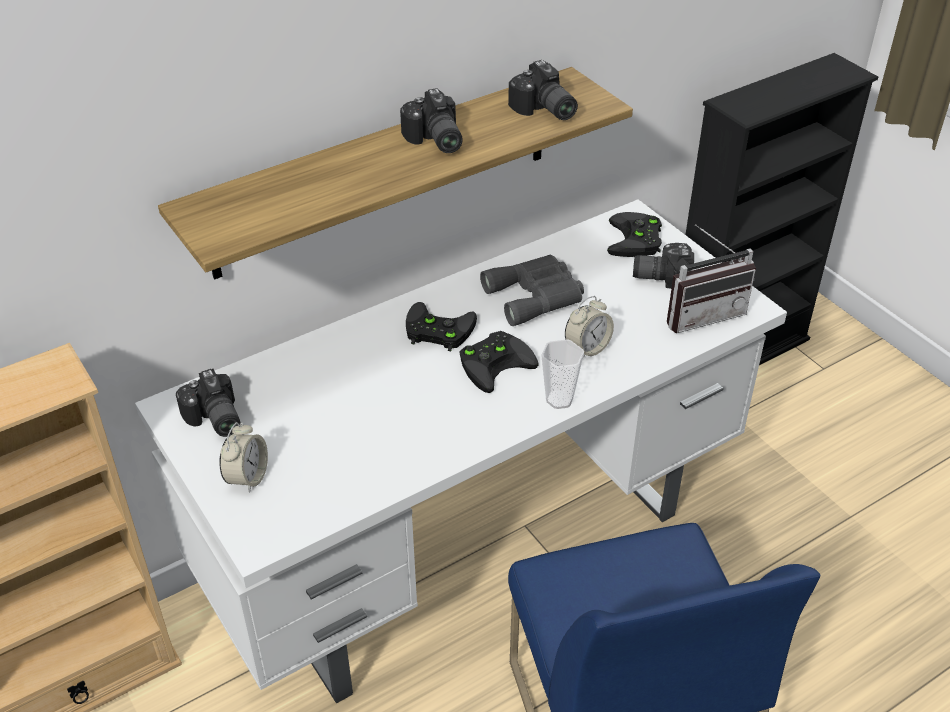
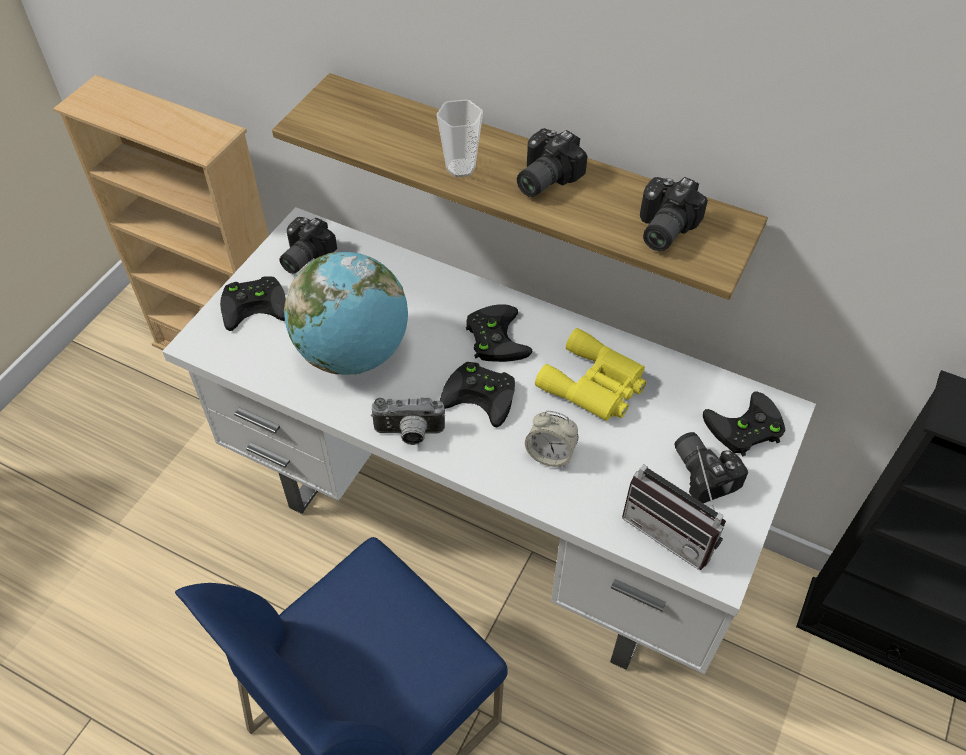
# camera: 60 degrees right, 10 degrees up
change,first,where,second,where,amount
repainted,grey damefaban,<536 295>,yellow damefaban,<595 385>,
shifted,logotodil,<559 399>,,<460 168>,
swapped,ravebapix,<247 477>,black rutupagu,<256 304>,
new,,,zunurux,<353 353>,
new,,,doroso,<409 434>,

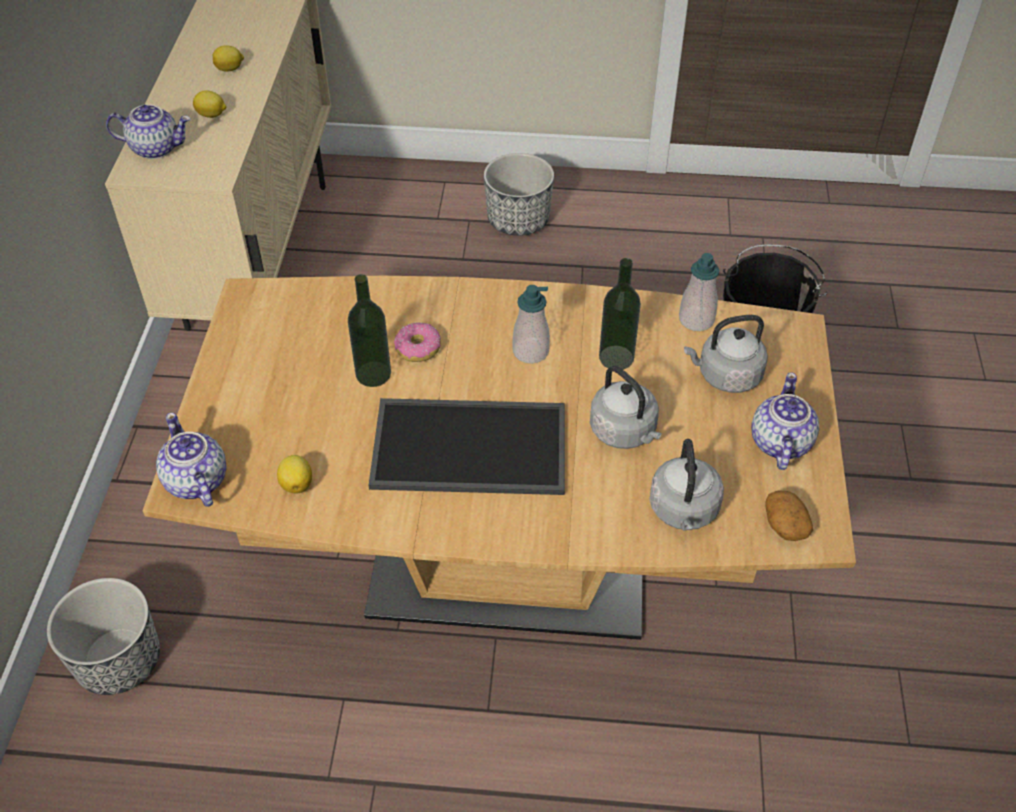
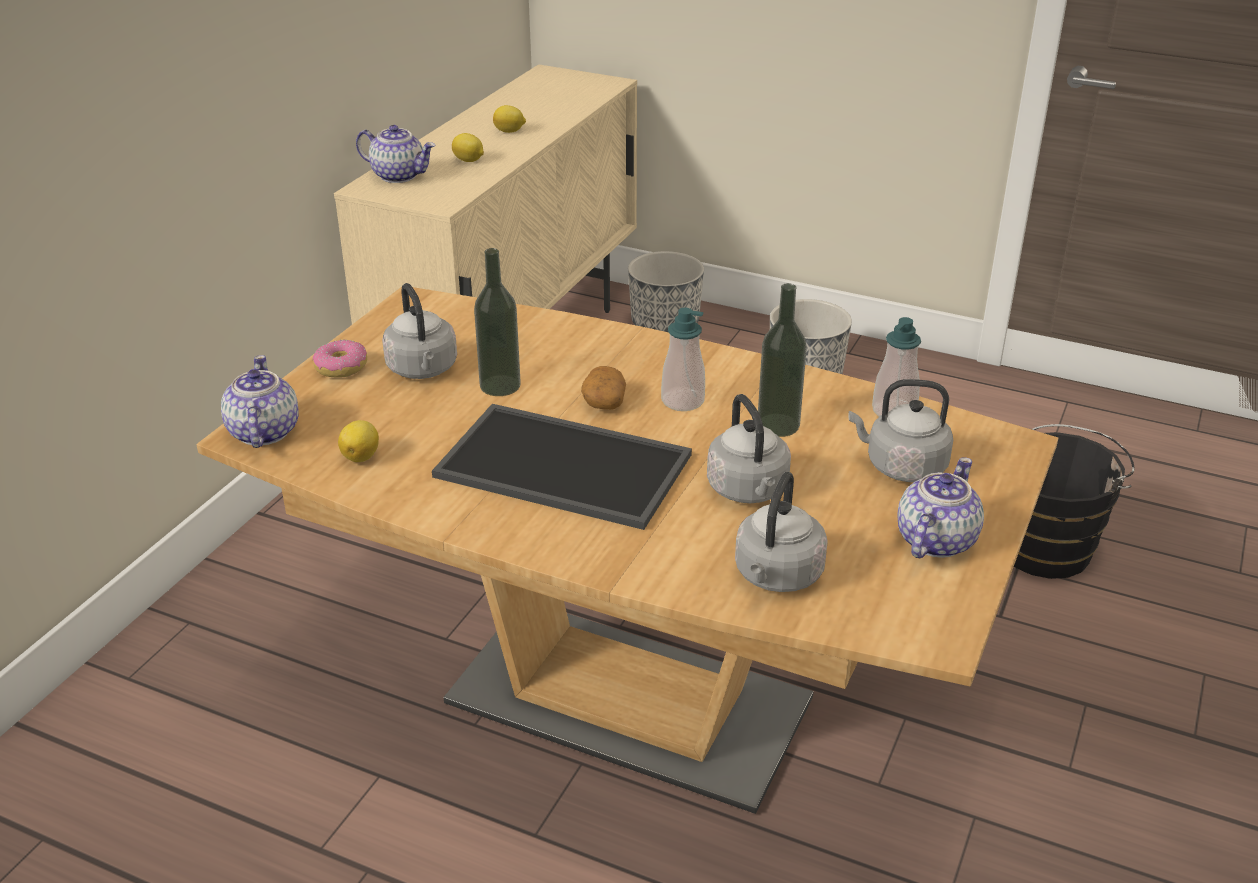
# camera: 20 degrees right, 15 degrees down
change,first,where,second,where,amount
shifted,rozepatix,<418 348>,,<341 367>,
shifted,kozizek,<784 524>,,<603 401>,
shifted,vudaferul,<118 660>,,<664 324>,
new,,,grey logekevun,<423 370>,

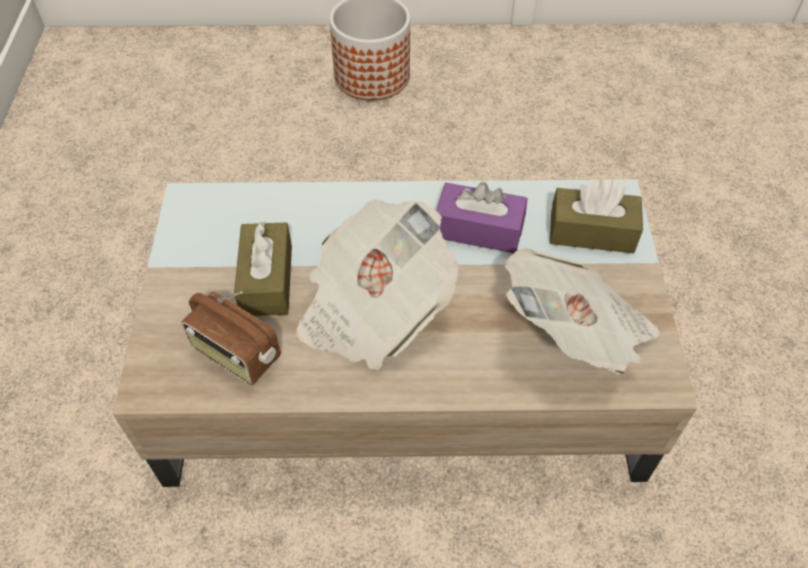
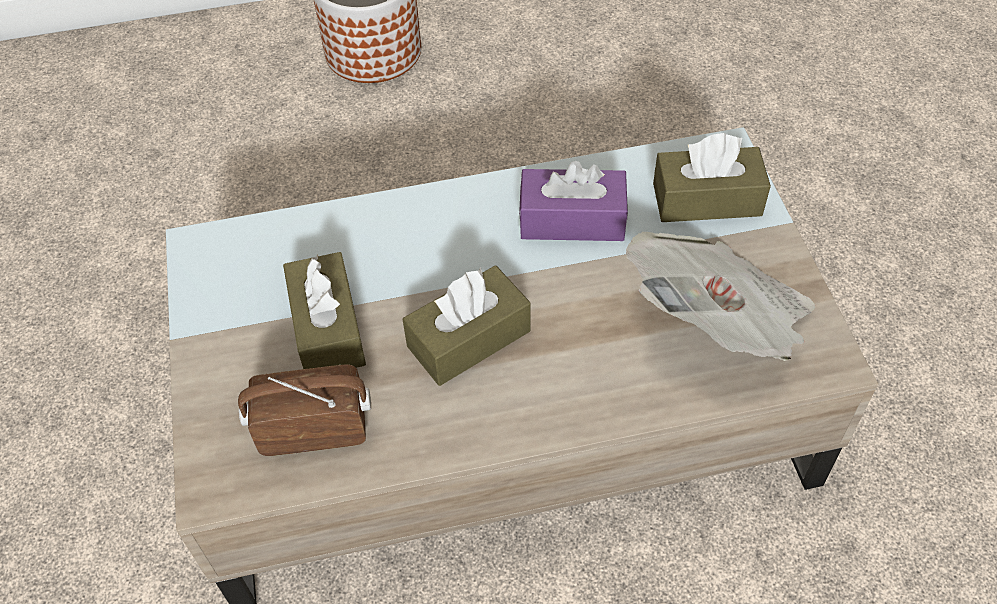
# camera: 10 degrees left, 0 degrees up
change,first,where,second,where,amount
swapped,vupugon,<373 308>,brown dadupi,<469 339>,
rotated,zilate,<235 355>,,<313 427>,150 degrees clockwise

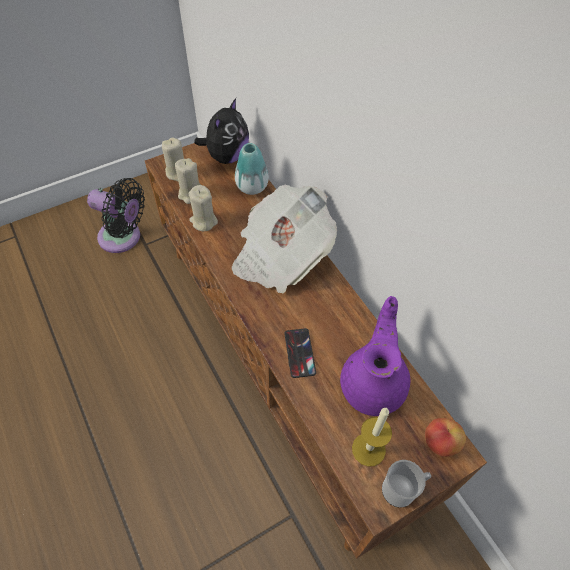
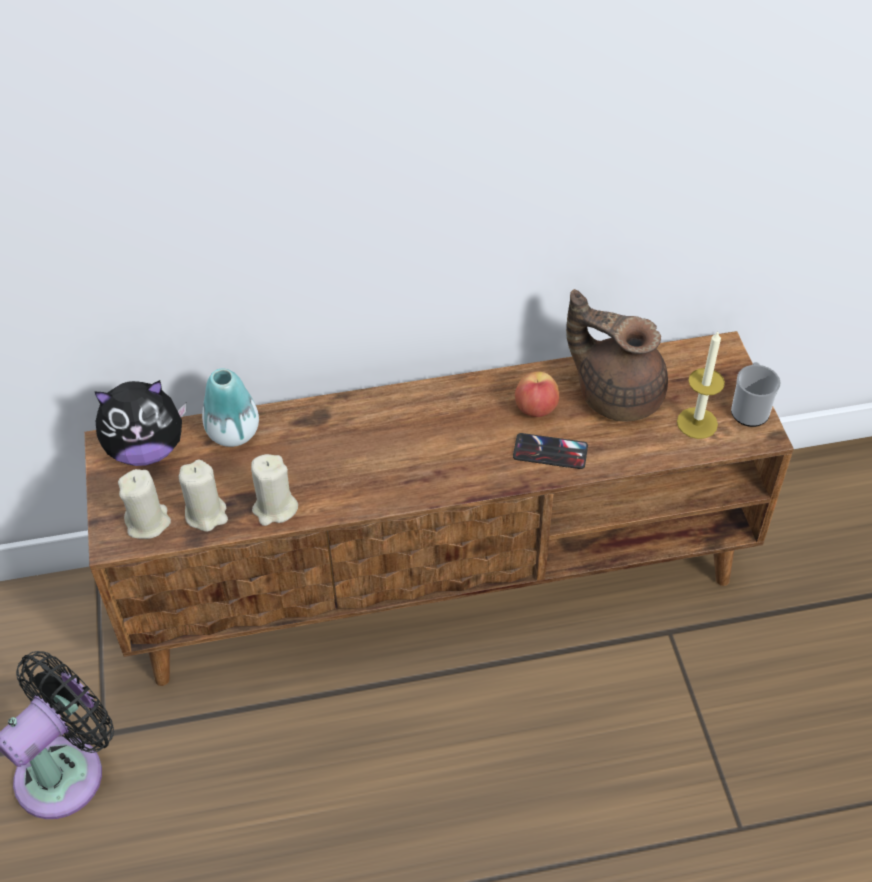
# camera: 70 degrees left, 5 degrees down
change,first,where,second,where,amount
rotated,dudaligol,<226 156>,,<146 449>,120 degrees clockwise
gone,vupugon,<280 255>,,,
repainted,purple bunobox,<374 383>,brown bunobox,<616 393>,
shifted,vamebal,<440 443>,,<536 409>,

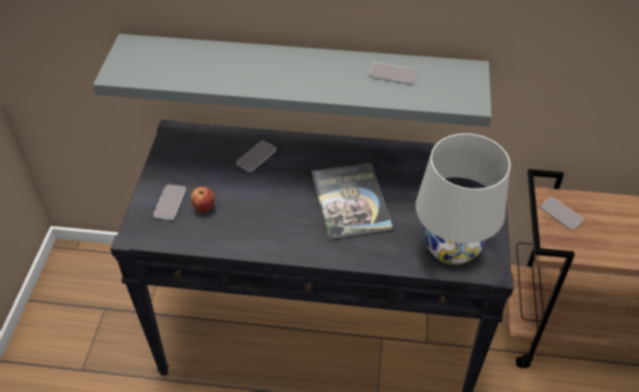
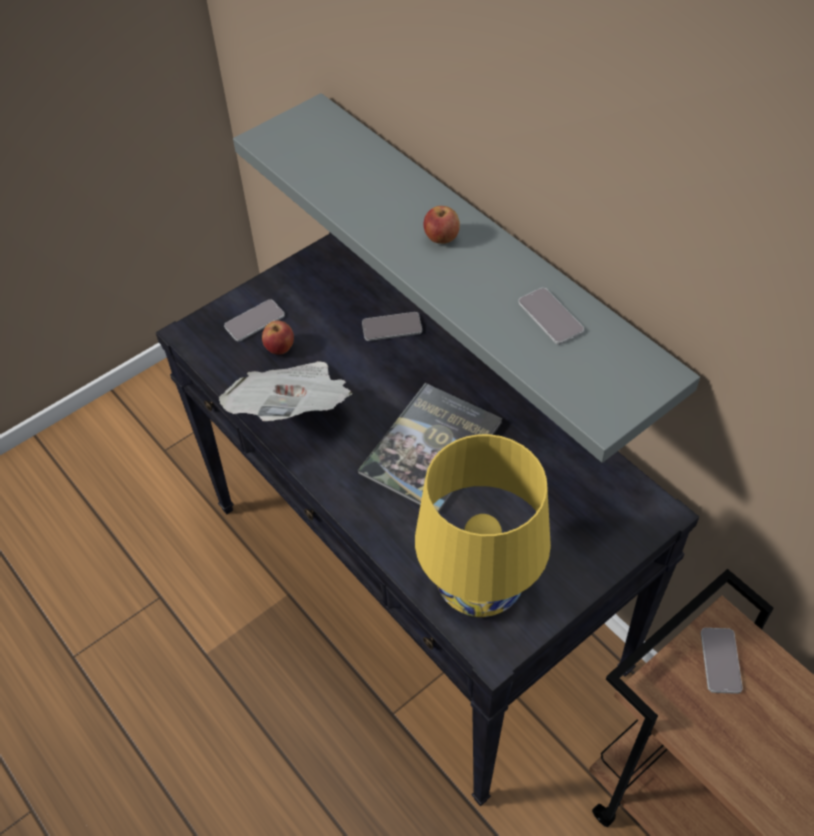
# camera: 45 degrees right, 5 degrees up
change,first,where,second,where,amount
repainted,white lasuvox,<451 248>,yellow lasuvox,<478 587>,
new,,,vamebal,<441 238>,
new,,,vupugon,<293 411>,

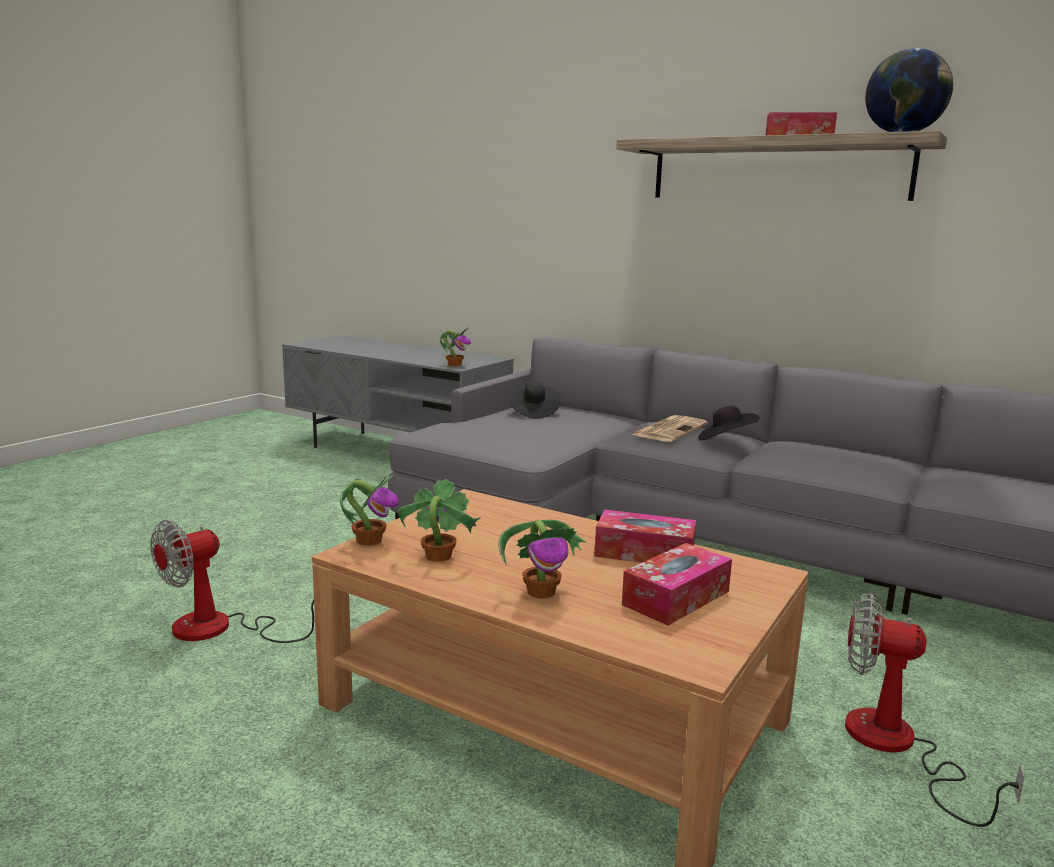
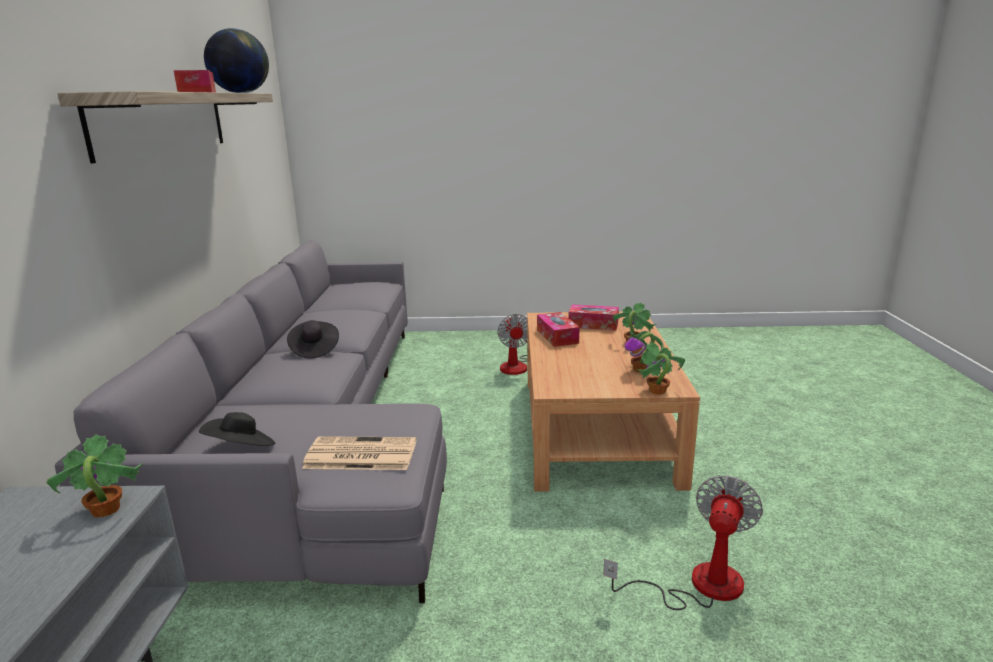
# camera: 120 degrees left, 5 degrees up
change,first,where,second,where,amount
shifted,vupugon,<670 429>,,<359 455>,
rotated,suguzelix,<221 629>,,<698 585>,75 degrees counterclockwise

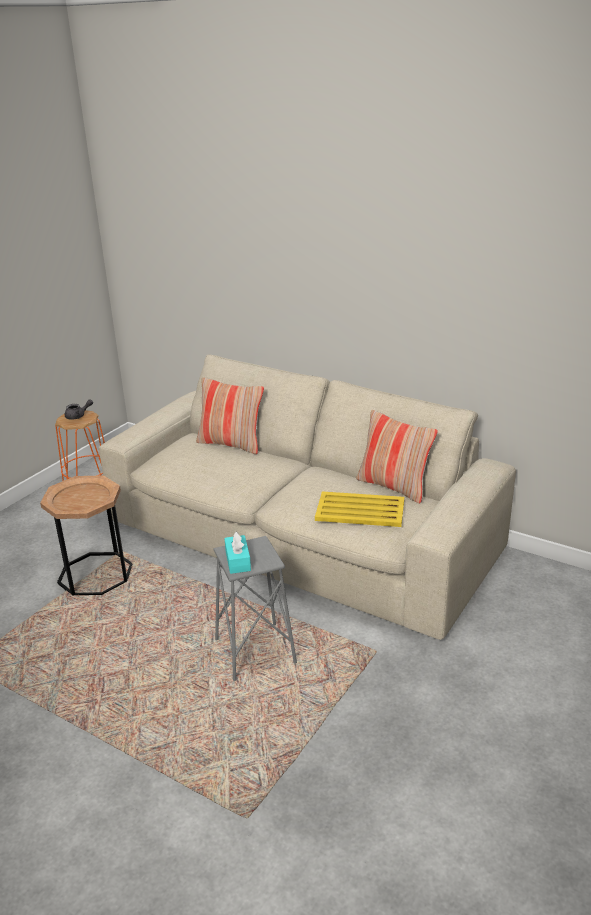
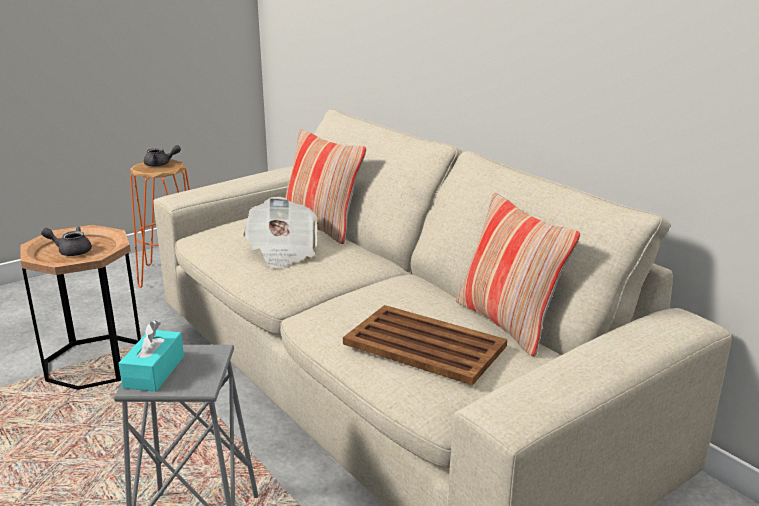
# camera: 20 degrees right, 5 degrees down
change,first,where,second,where,amount
repainted,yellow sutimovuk,<359 510>,brown sutimovuk,<423 344>,
new,,,vupugon,<282 252>,
new,,,grey bunobox,<71 251>,

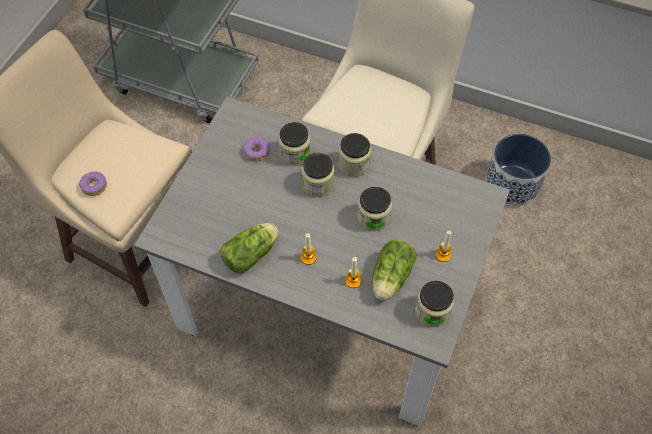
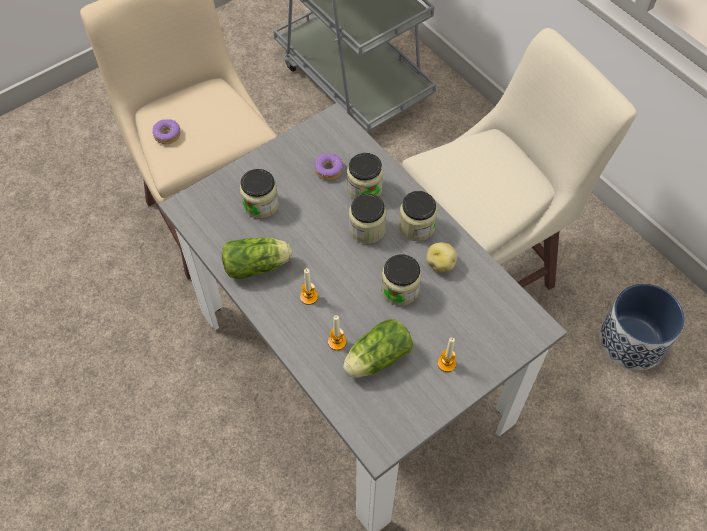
# camera: 30 degrees right, 0 degrees up
change,first,where,second,where,amount
shifted,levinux,<432 311>,,<261 204>,
new,,,kozizek,<440 263>,

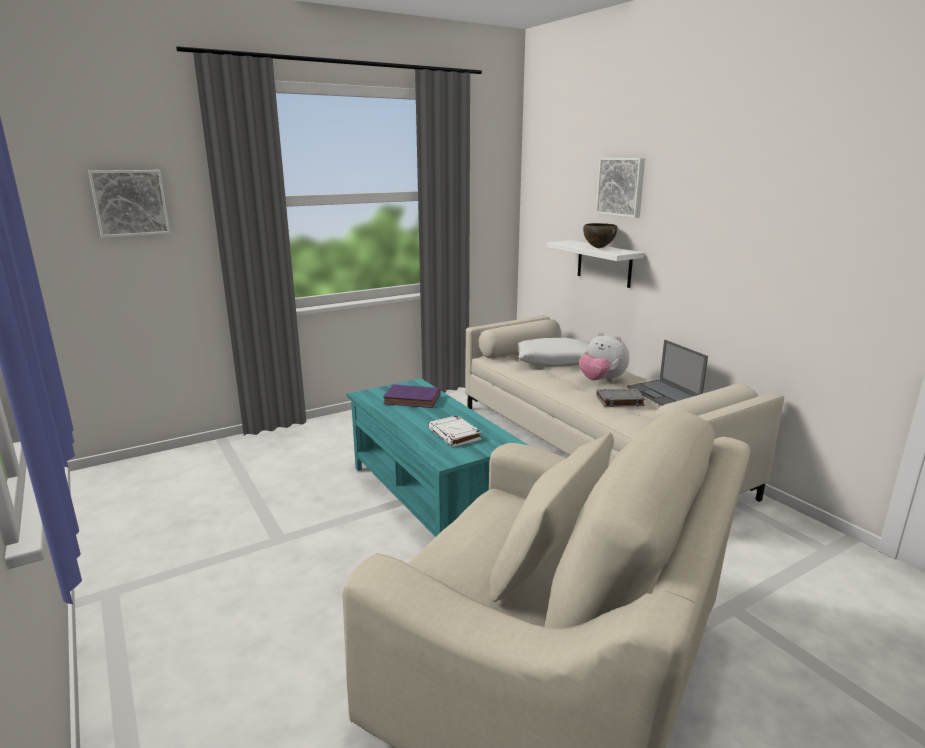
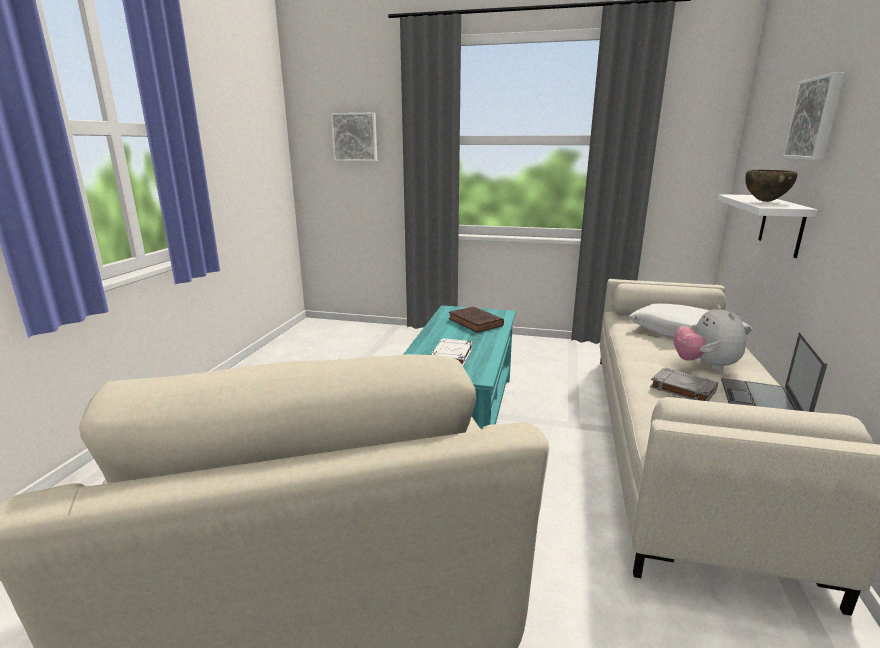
# camera: 45 degrees right, 0 degrees up
change,first,where,second,where,amount
repainted,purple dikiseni,<414 399>,brown dikiseni,<476 323>,

